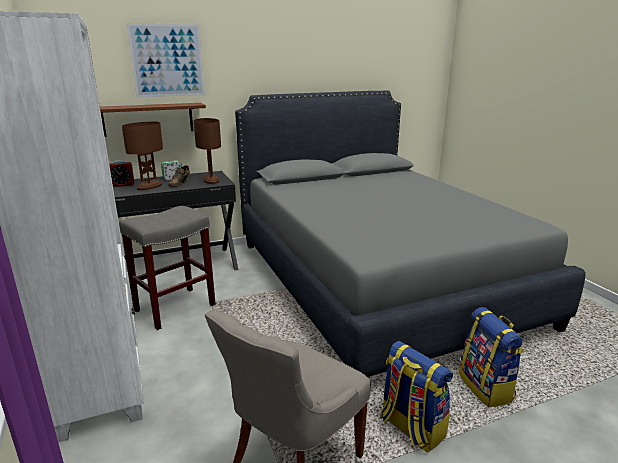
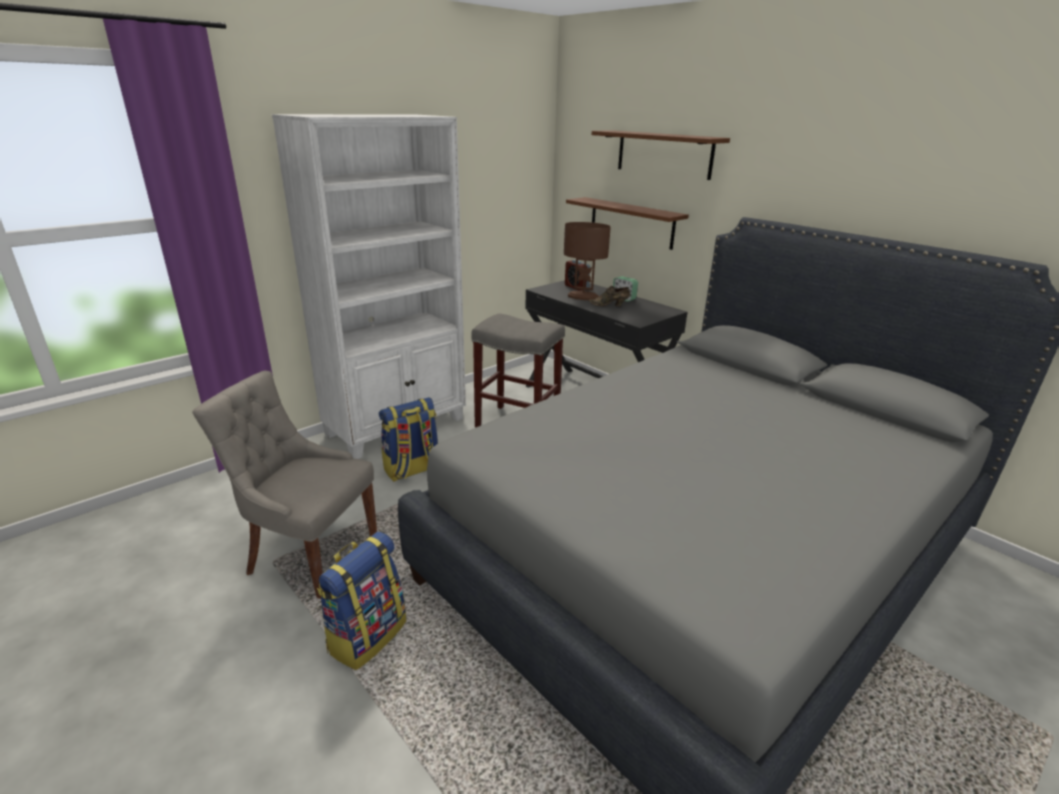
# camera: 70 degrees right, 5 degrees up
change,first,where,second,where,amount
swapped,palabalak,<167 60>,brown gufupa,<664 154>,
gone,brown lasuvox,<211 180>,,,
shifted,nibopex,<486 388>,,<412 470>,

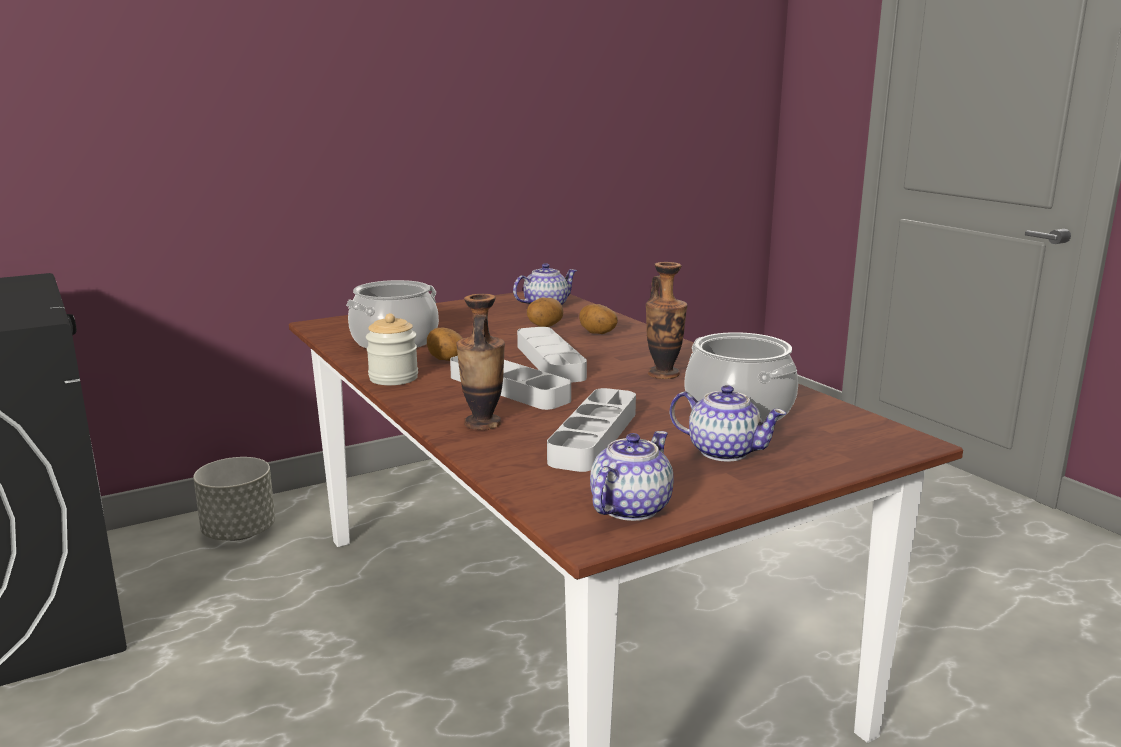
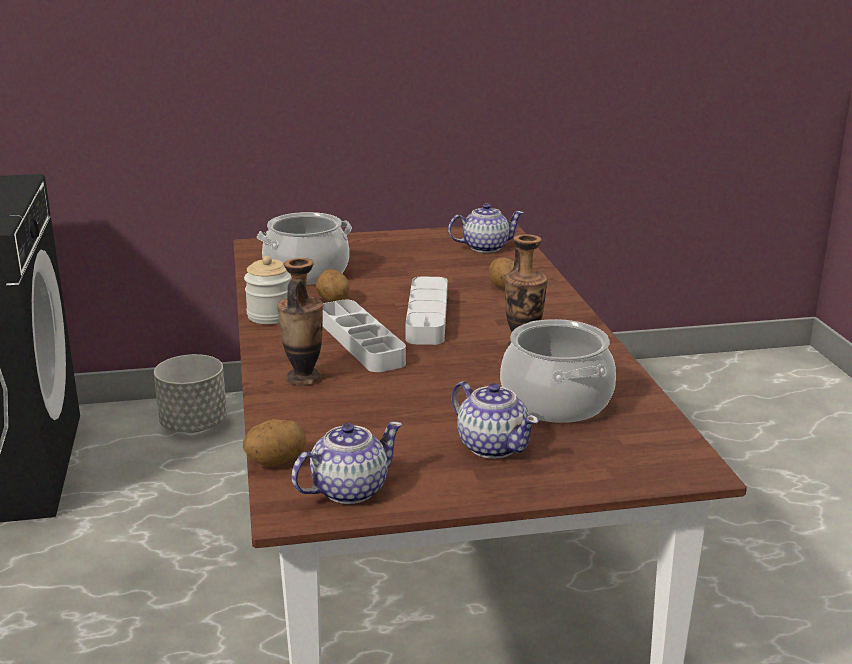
# camera: 20 degrees right, 5 degrees up
change,first,where,second,where,amount
shifted,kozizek,<544 326>,,<276 462>,
gone,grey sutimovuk,<594 437>,,,

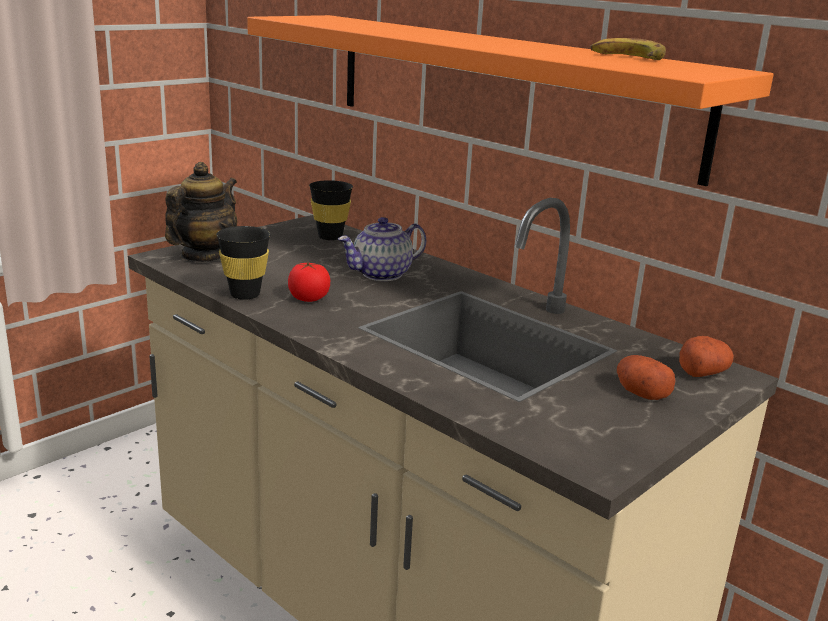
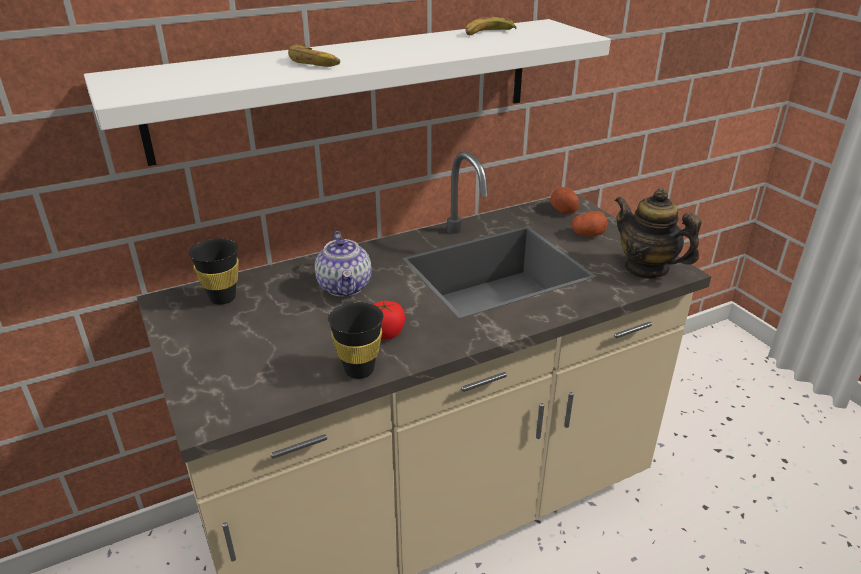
# camera: 70 degrees left, 10 degrees up
change,first,where,second,where,amount
repainted,orange gufupa,<503 89>,white gufupa,<350 87>,
shifted,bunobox,<203 256>,,<646 269>,
new,,,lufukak,<315 62>,

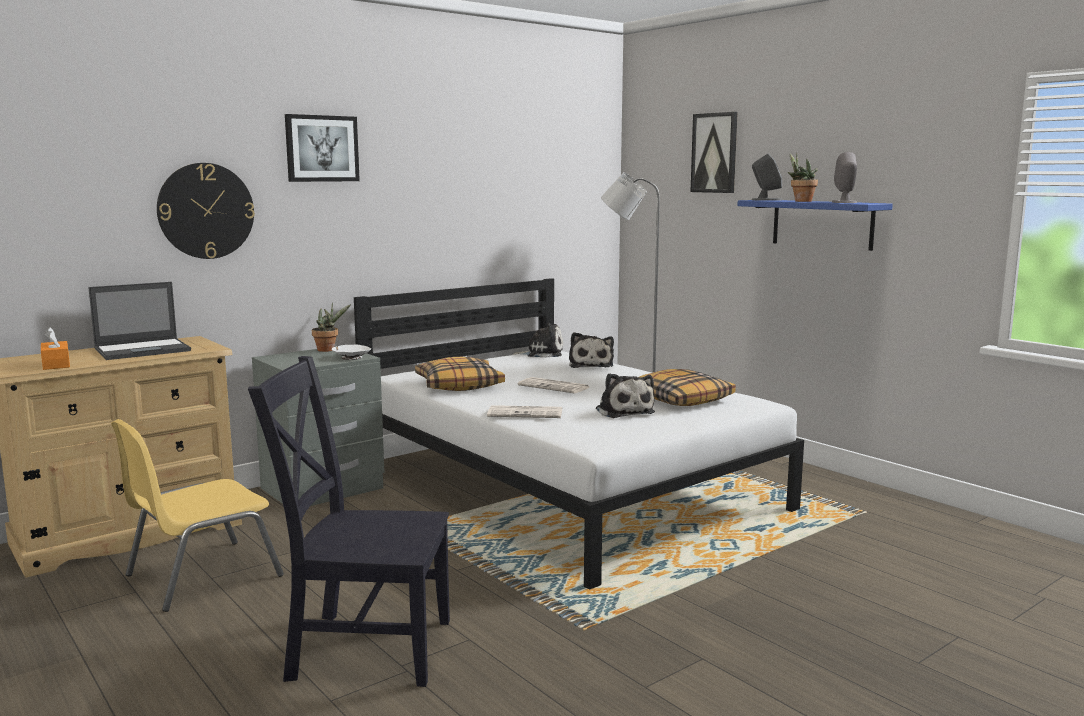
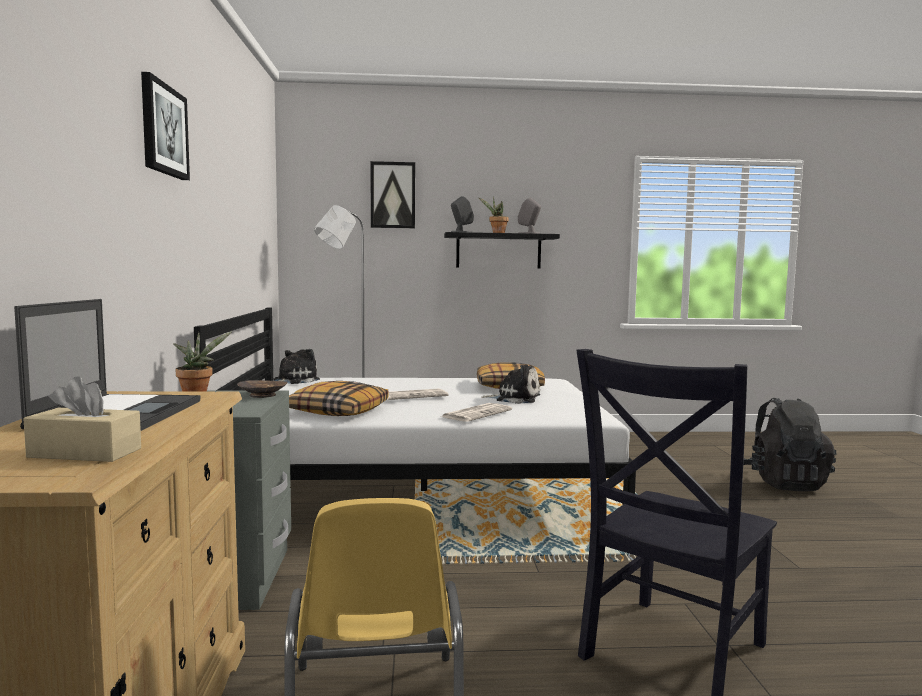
# camera: 55 degrees left, 5 degrees down
change,first,where,second,where,amount
gone,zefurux,<206 211>,,,
repainted,blue gufupa,<822 224>,black gufupa,<498 251>,
repainted,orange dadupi,<56 364>,beige dadupi,<85 453>,
gone,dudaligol,<590 365>,,,
repainted,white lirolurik,<351 357>,brown lirolurik,<262 395>,
new,,,black nibopex,<785 483>,

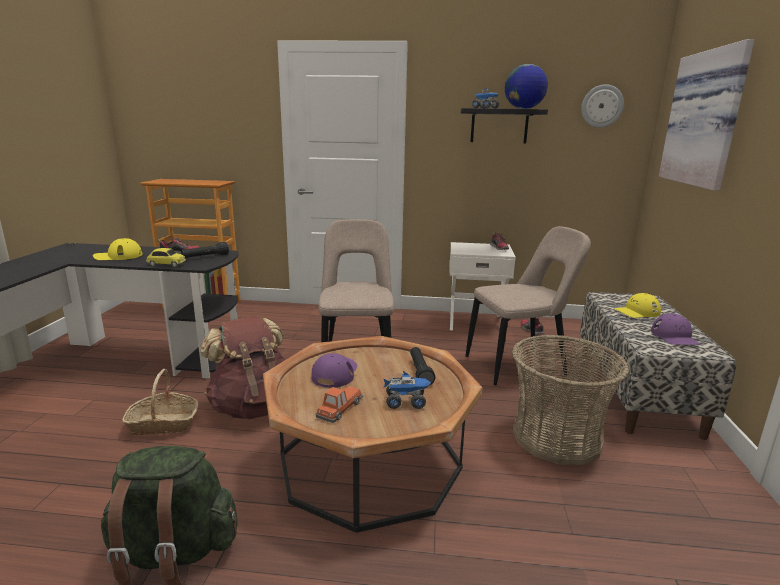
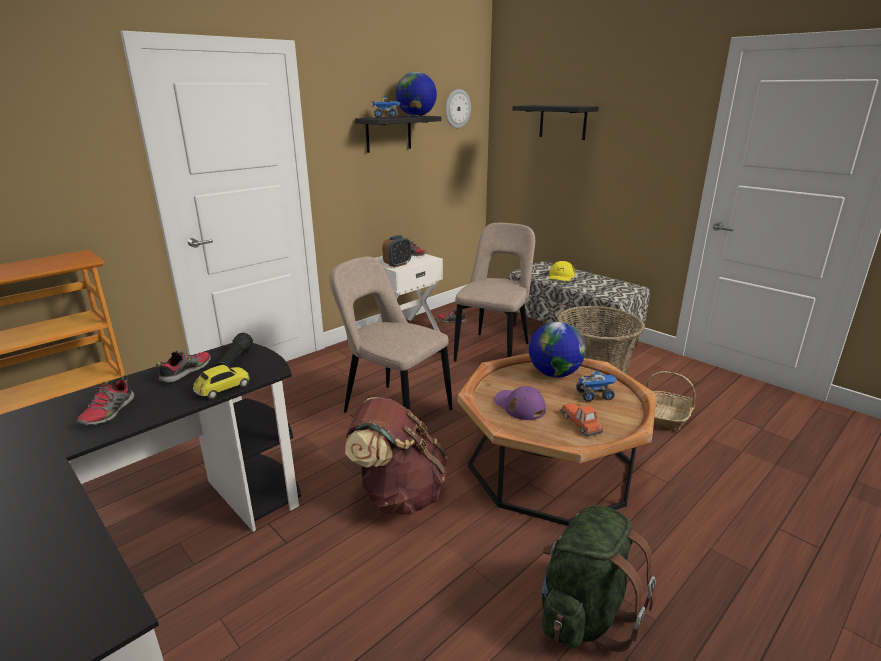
# camera: 50 degrees left, 5 degrees up
change,first,where,second,where,amount
swapped,palabalak,<707 119>,black gufupa,<562 122>,
swapped,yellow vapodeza,<118 256>,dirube,<108 413>,
gone,purple vapodeza,<674 337>,,,
swapped,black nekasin,<420 372>,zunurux,<554 374>,
shifted,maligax,<163 423>,,<666 417>,
rotated,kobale,<406 402>,,<595 395>,45 degrees clockwise
new,,,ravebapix,<397 264>,

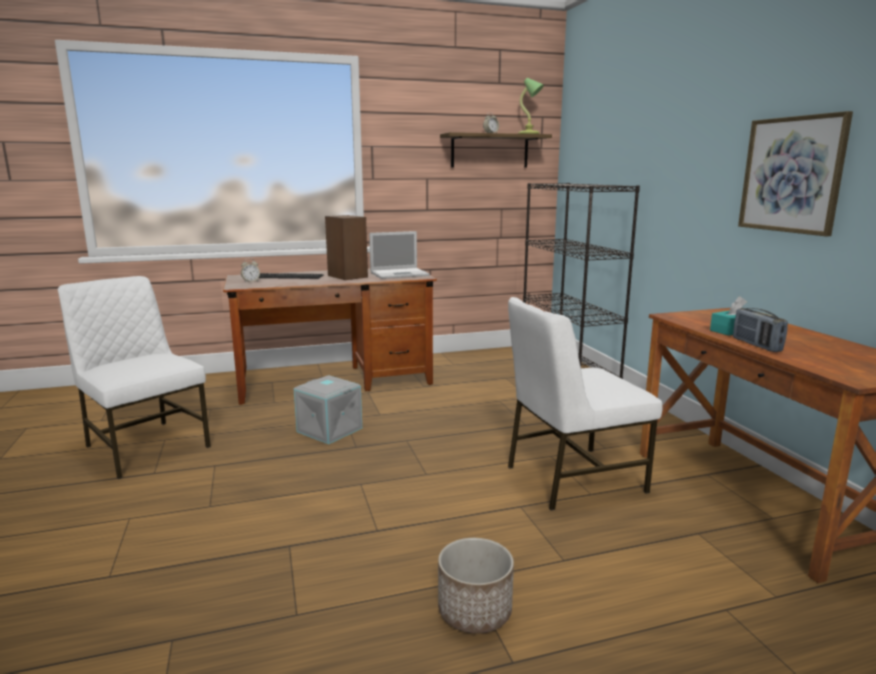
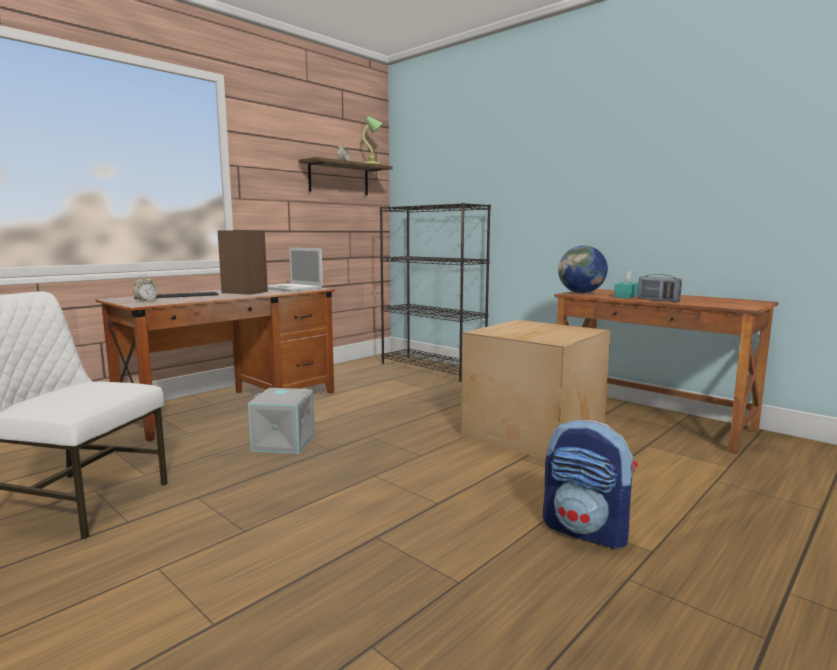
# camera: 30 degrees left, 5 degrees down
change,first,where,second,where,amount
gone,palabalak,<791 175>,,,
rotated,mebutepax,<400 274>,,<292 288>,90 degrees clockwise
swapped,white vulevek,<571 478>,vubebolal,<530 433>,
swapped,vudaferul,<475 611>,nibopex,<586 531>,
new,,,zunurux,<581 293>,

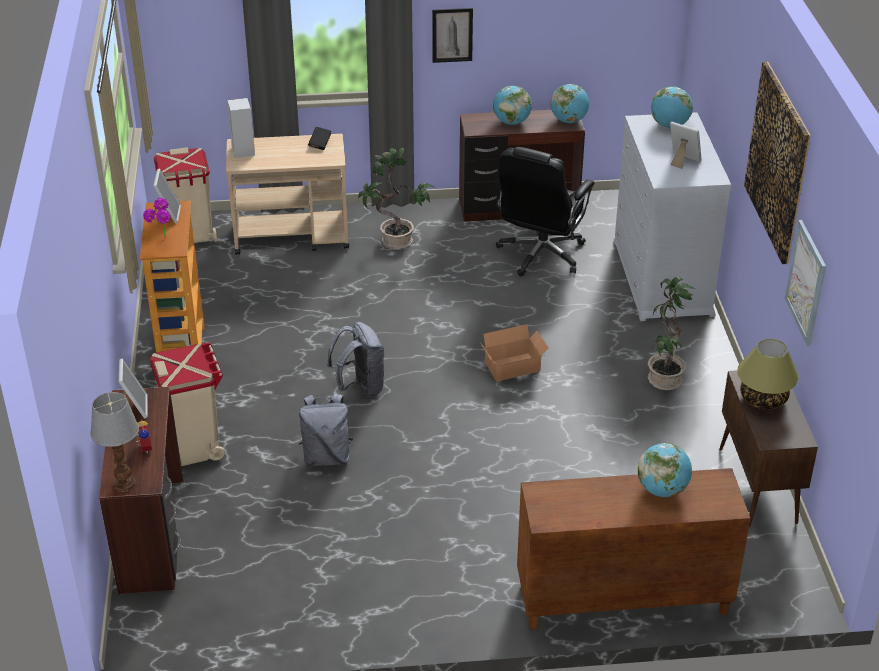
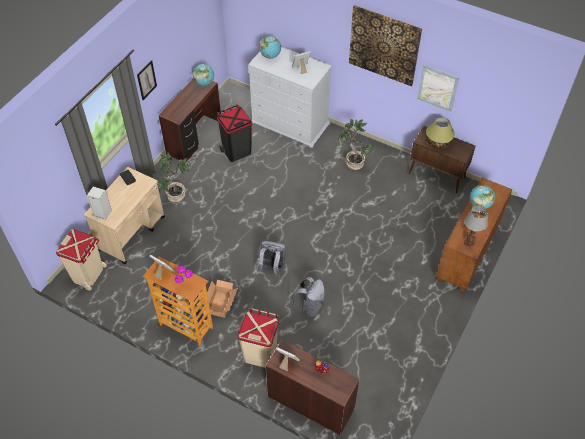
# camera: 55 degrees left, 15 degrees up
change,first,where,second,where,amount
gone,zunurux,<511 122>,,,
swapped,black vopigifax,<540 254>,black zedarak,<236 151>,
shifted,vubebolal,<514 368>,,<222 304>,
shifted,lasuvox,<124 485>,,<469 243>,

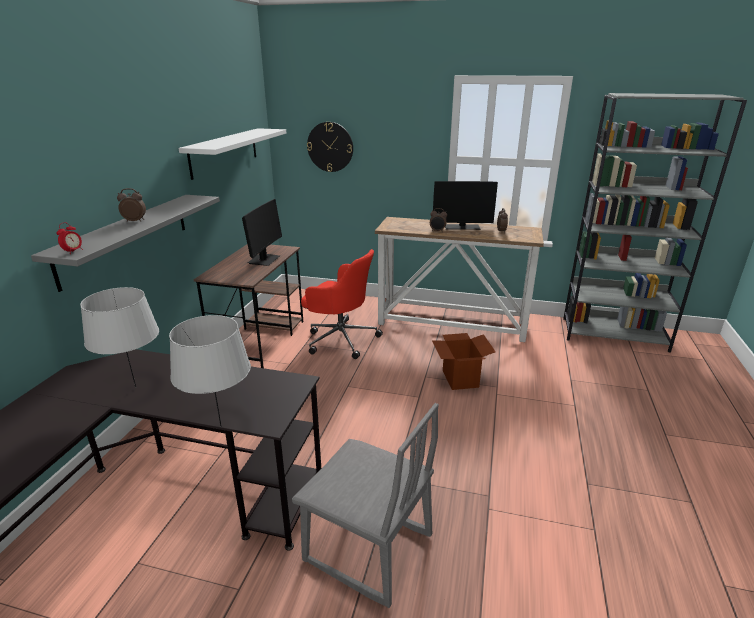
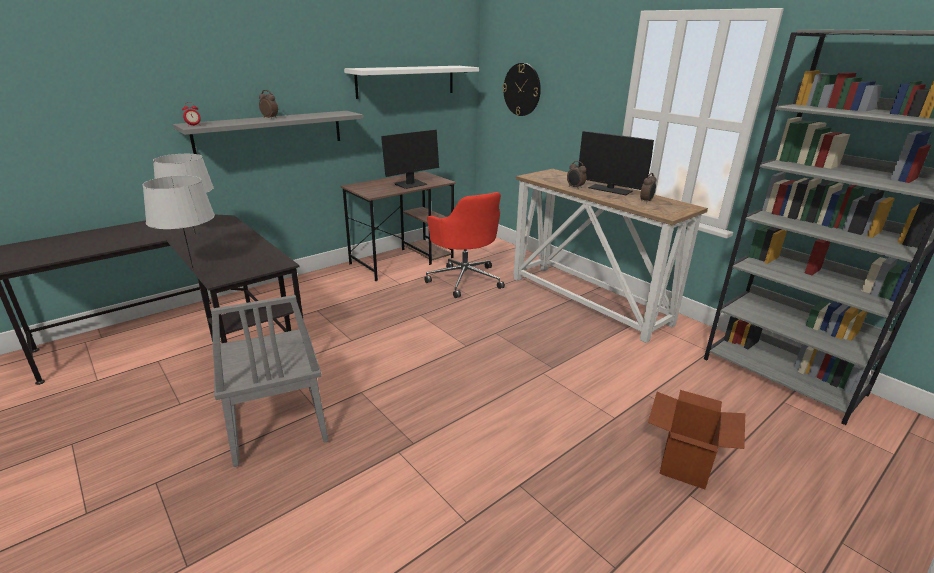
# camera: 35 degrees right, 0 degrees up
change,first,where,second,where,amount
shifted,vubebolal,<460 378>,,<684 463>,

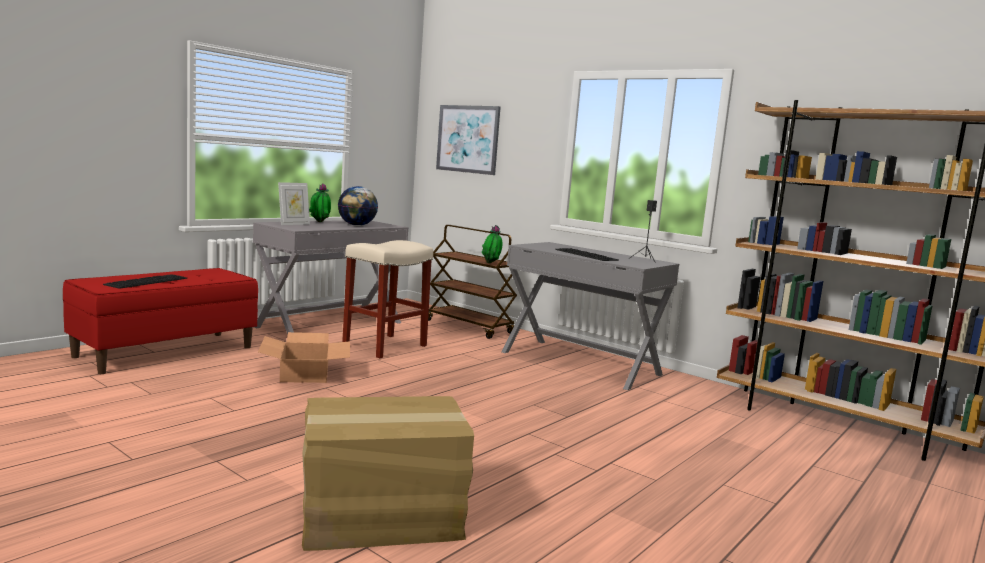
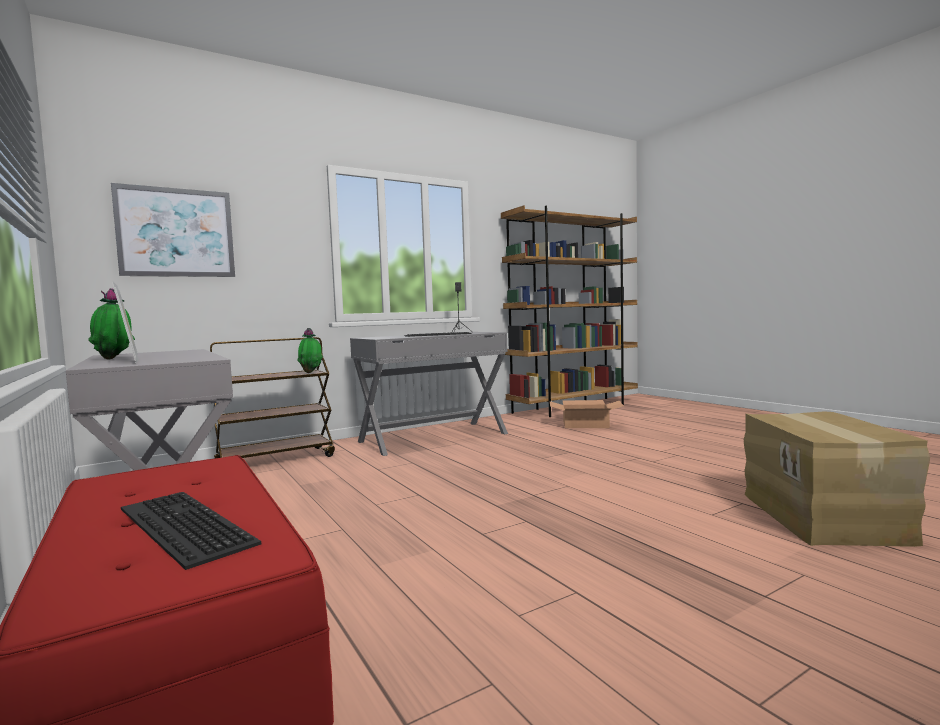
# camera: 70 degrees left, 5 degrees down
change,first,where,second,where,amount
gone,zunurux,<356 225>,,,
gone,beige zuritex,<384 346>,,,
shifted,vubebolal,<305 373>,,<585 424>,

